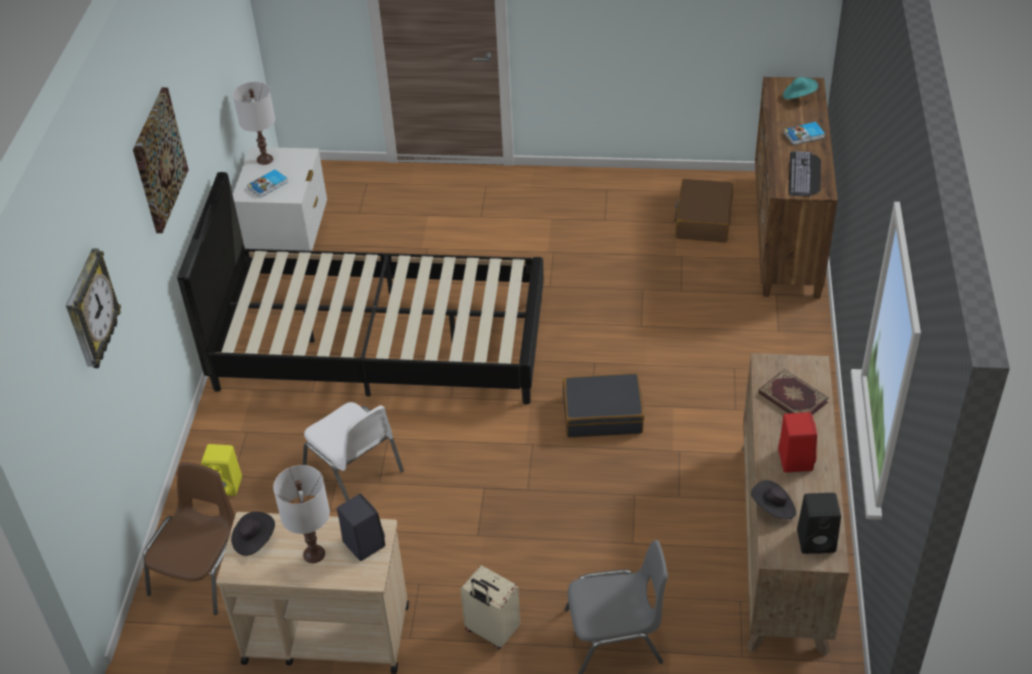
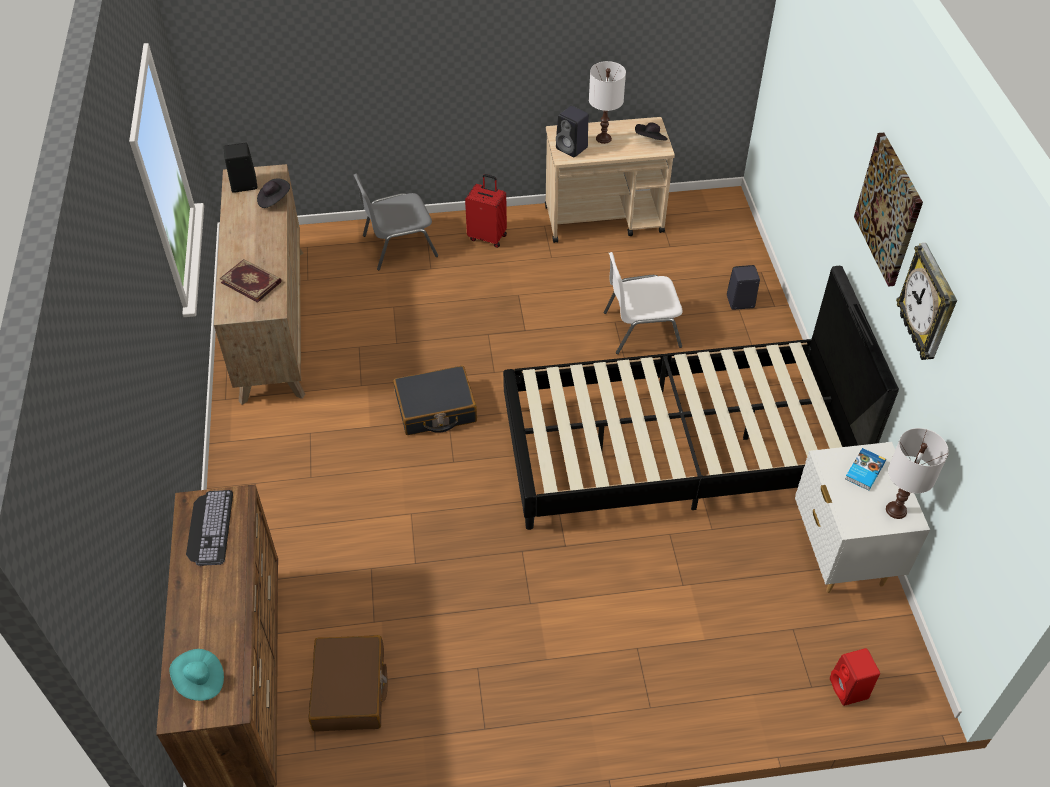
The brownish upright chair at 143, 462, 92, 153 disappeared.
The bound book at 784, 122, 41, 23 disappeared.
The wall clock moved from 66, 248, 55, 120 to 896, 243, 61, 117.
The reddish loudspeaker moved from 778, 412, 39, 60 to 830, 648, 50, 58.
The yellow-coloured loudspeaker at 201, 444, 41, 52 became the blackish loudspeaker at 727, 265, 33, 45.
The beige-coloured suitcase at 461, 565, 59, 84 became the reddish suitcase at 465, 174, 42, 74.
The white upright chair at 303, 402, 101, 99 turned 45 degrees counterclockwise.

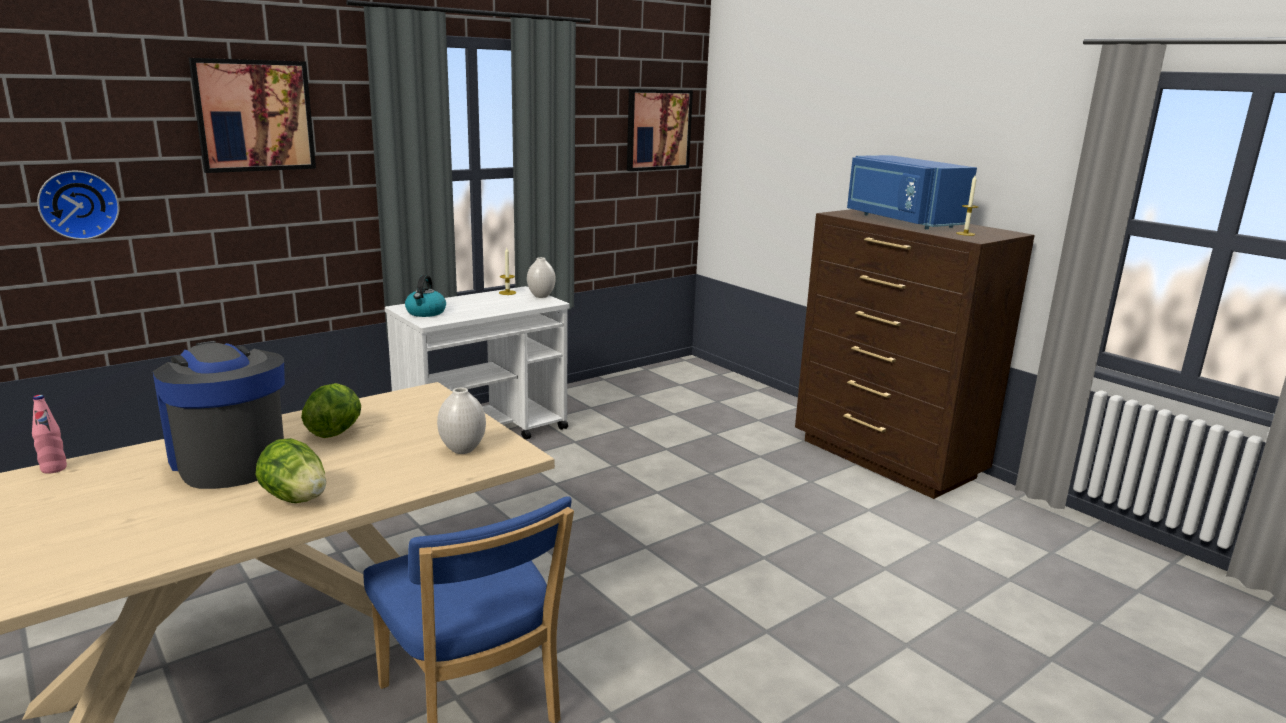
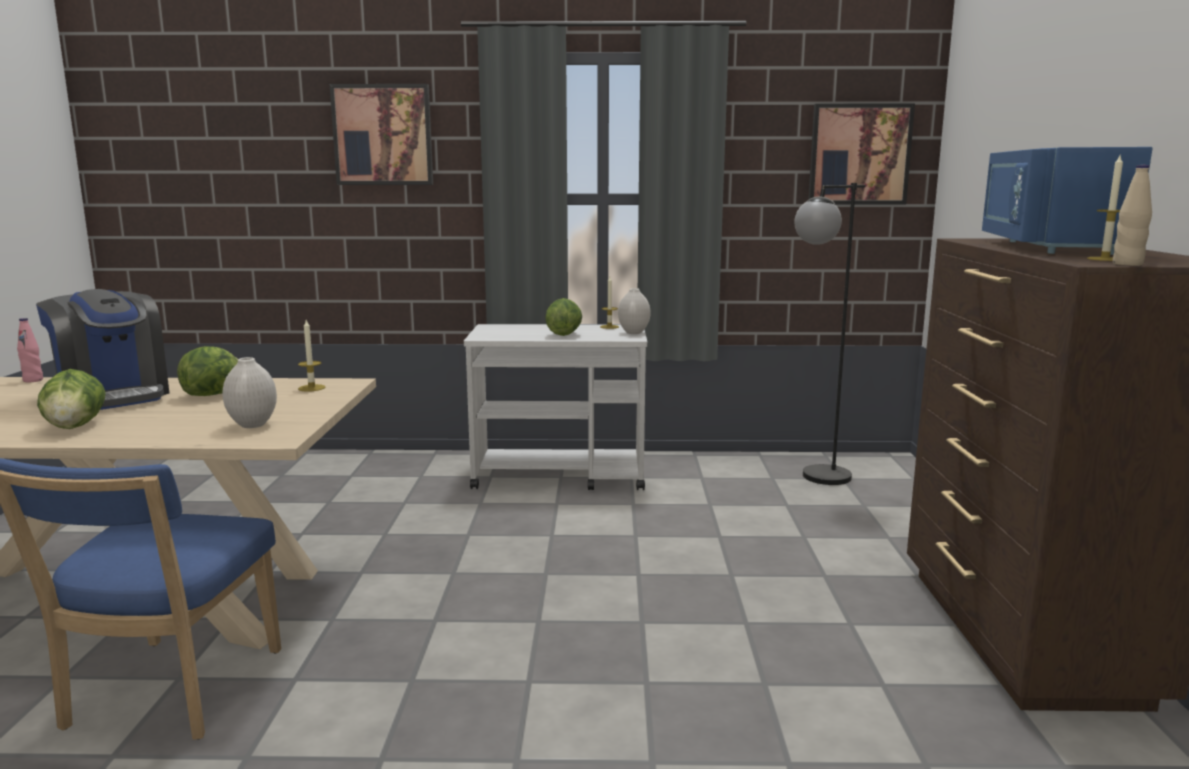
The wall clock at 37, 170, 82, 70 disappeared.
The kettle at 405, 275, 41, 42 disappeared.
The candle at 298, 320, 27, 72 appeared.
The head of lettuce at 545, 298, 37, 38 appeared.
The blackish standing lamp at 794, 183, 72, 302 appeared.
The beige-coloured beverage bottle at 1113, 165, 39, 101 appeared.
The coffee brewer at 153, 341, 132, 148 turned 135 degrees clockwise.

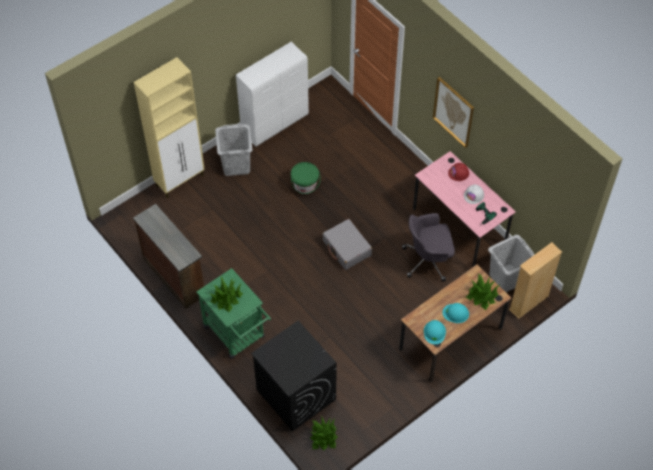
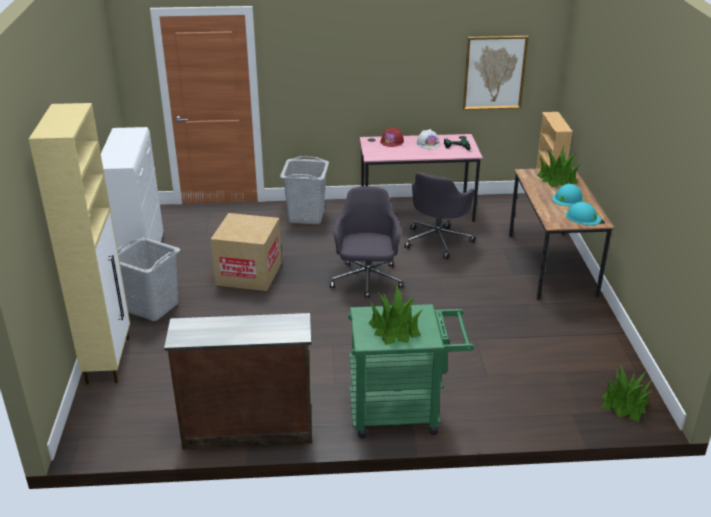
The blackish laundry appliance at 251, 321, 86, 111 disappeared.
The wall picture moved from 433, 77, 41, 71 to 463, 36, 66, 74.
The greyish washing basket moved from 488, 235, 46, 57 to 280, 156, 49, 68.
The green-coloured water bucket at 291, 162, 30, 32 was replaced by the cardboard box at 211, 213, 71, 78.
The greyish suitcase at 322, 219, 50, 51 was replaced by the greyish computer chair at 330, 186, 73, 112.

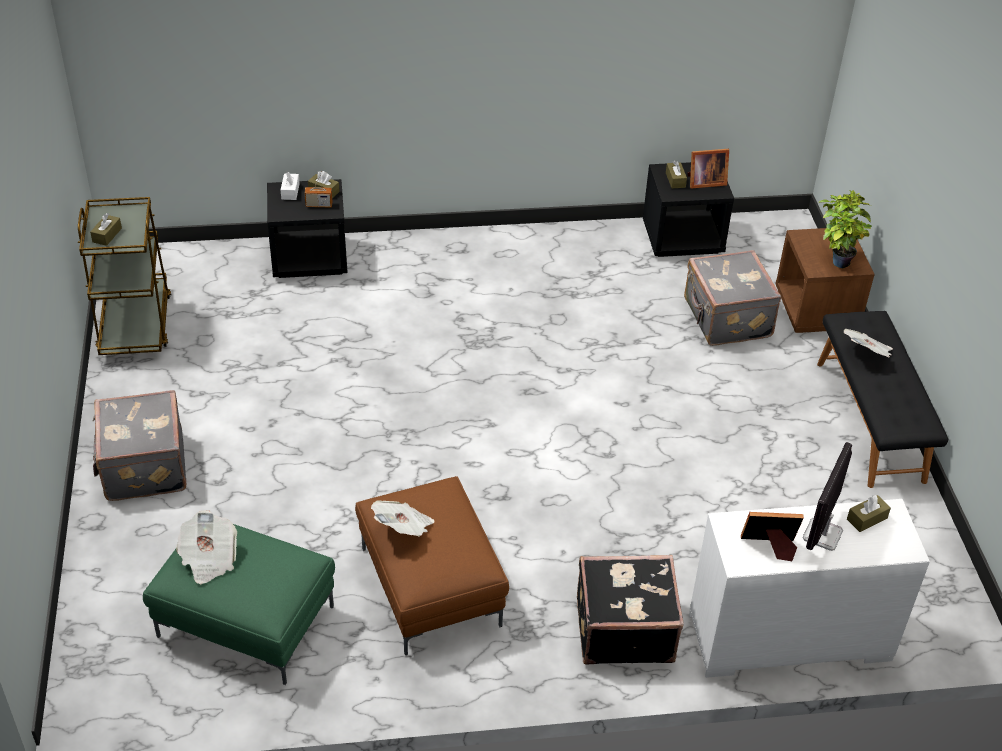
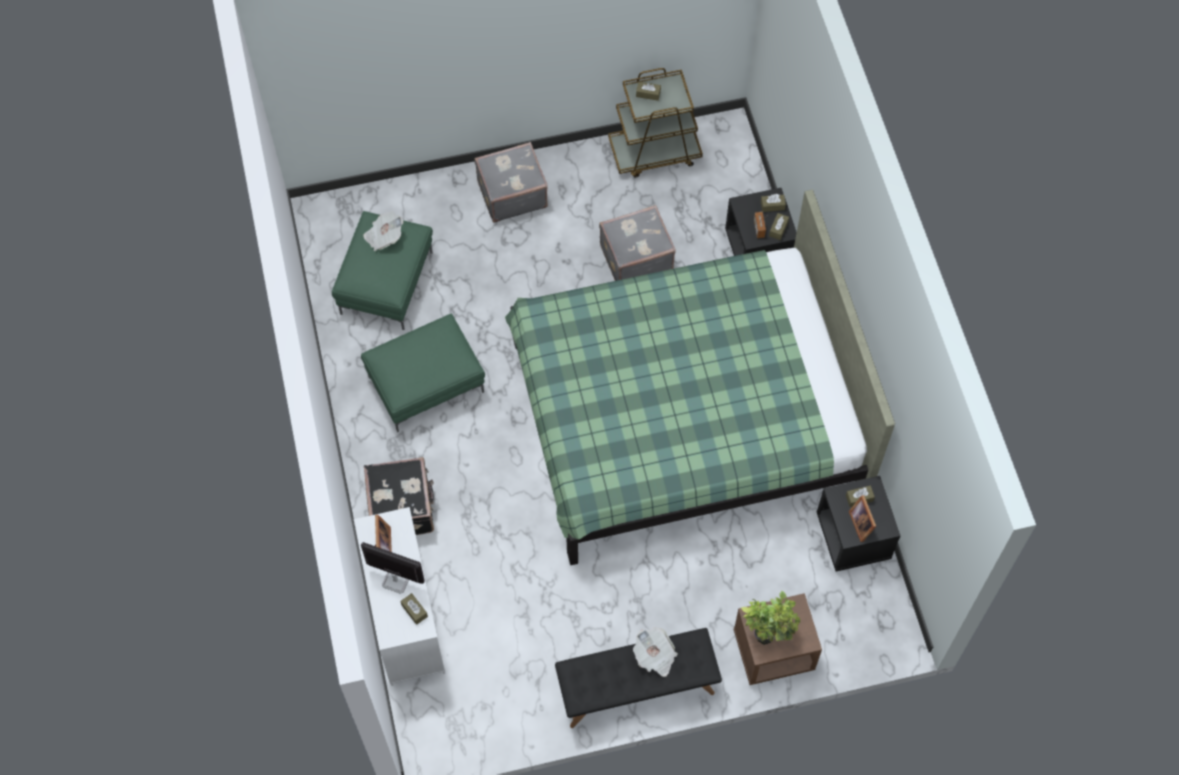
The newspaper at 371, 500, 64, 36 disappeared.
The green-coloured bed at 505, 190, 390, 375 appeared.
The greyish suitcase moved from 684, 250, 97, 96 to 599, 205, 77, 76.
The white tissue box at 281, 171, 19, 29 became the brownish tissue box at 761, 194, 25, 18.
The brownish footrest at 355, 476, 154, 179 became the green-coloured footrest at 361, 314, 124, 118.

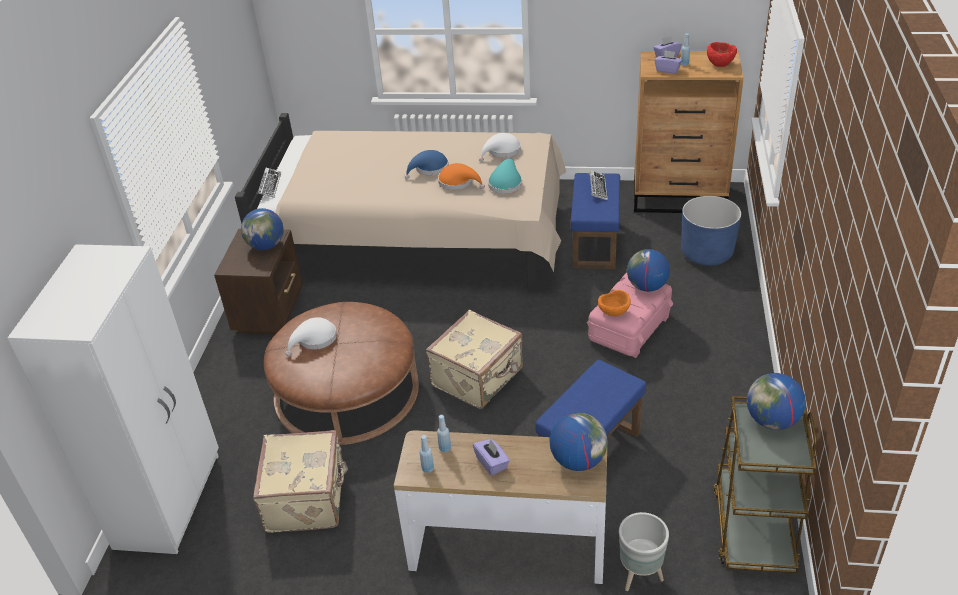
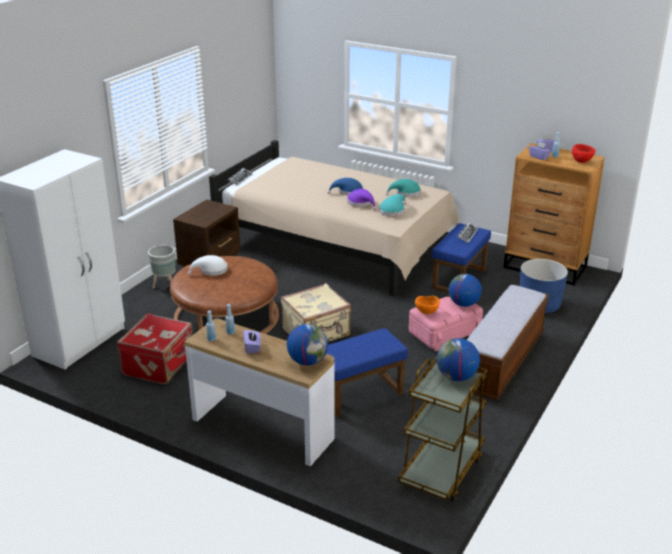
The desk globe at 241, 208, 43, 42 disappeared.
The bench at 467, 285, 82, 115 appeared.
The greyish planter moved from 619, 512, 50, 79 to 148, 245, 27, 43.
The beige-coloured suitcase at 253, 430, 95, 103 became the reddish suitcase at 117, 313, 75, 71.
The orange-coloured wearable hat at 438, 163, 47, 27 became the purple wearable hat at 347, 189, 30, 21.
The white wearable hat at 479, 133, 42, 29 became the blue-green wearable hat at 385, 179, 36, 18.

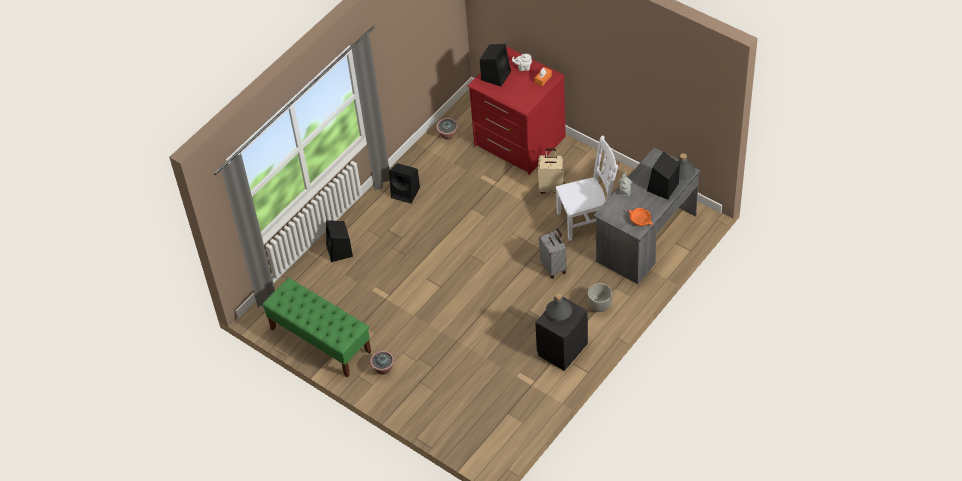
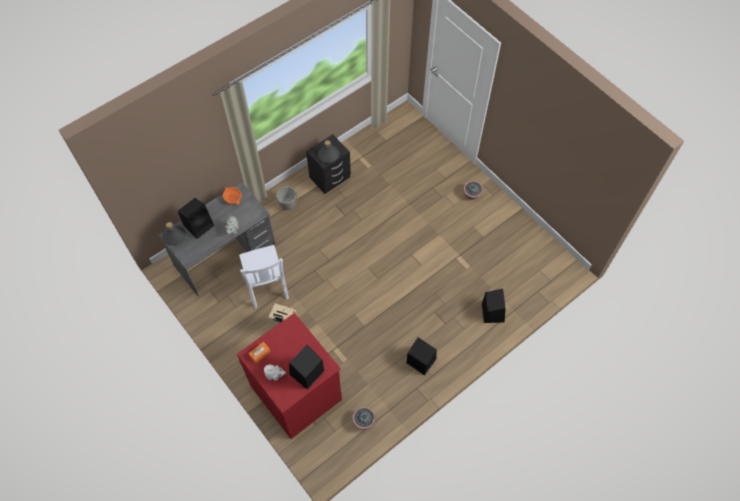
The green-coloured bench at 262, 278, 109, 99 disappeared.
The greyish suitcase at 539, 228, 28, 51 disappeared.
The white upright chair at 556, 135, 62, 106 turned 105 degrees counterclockwise.

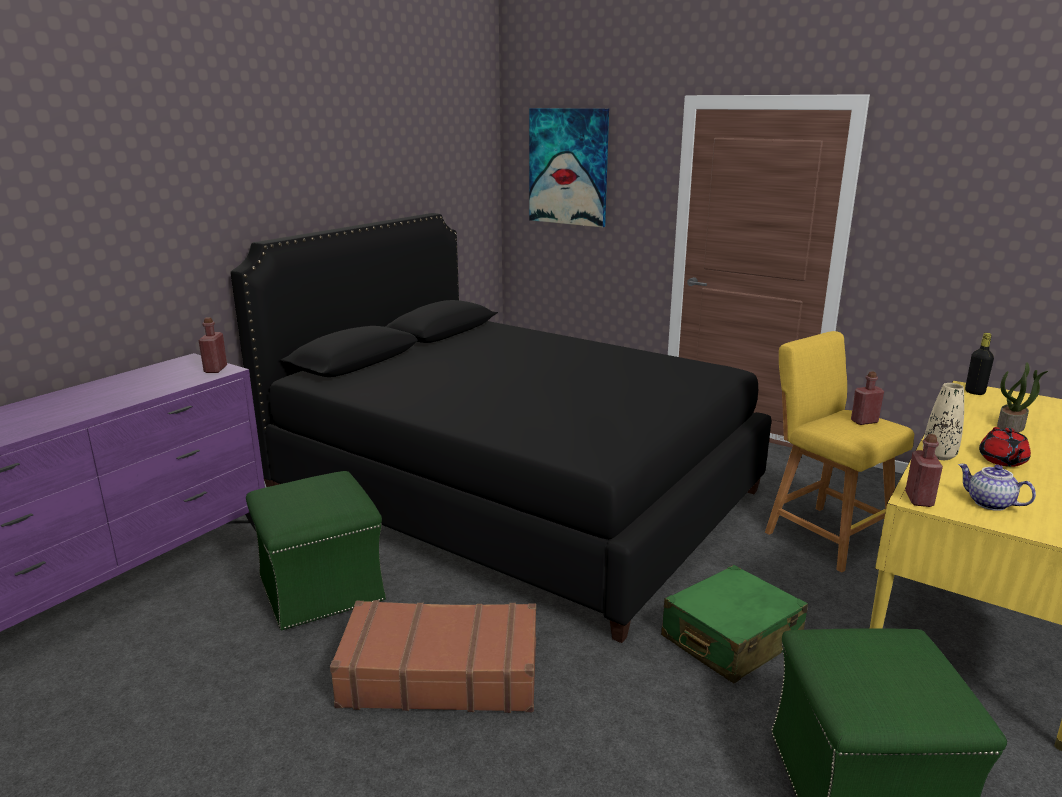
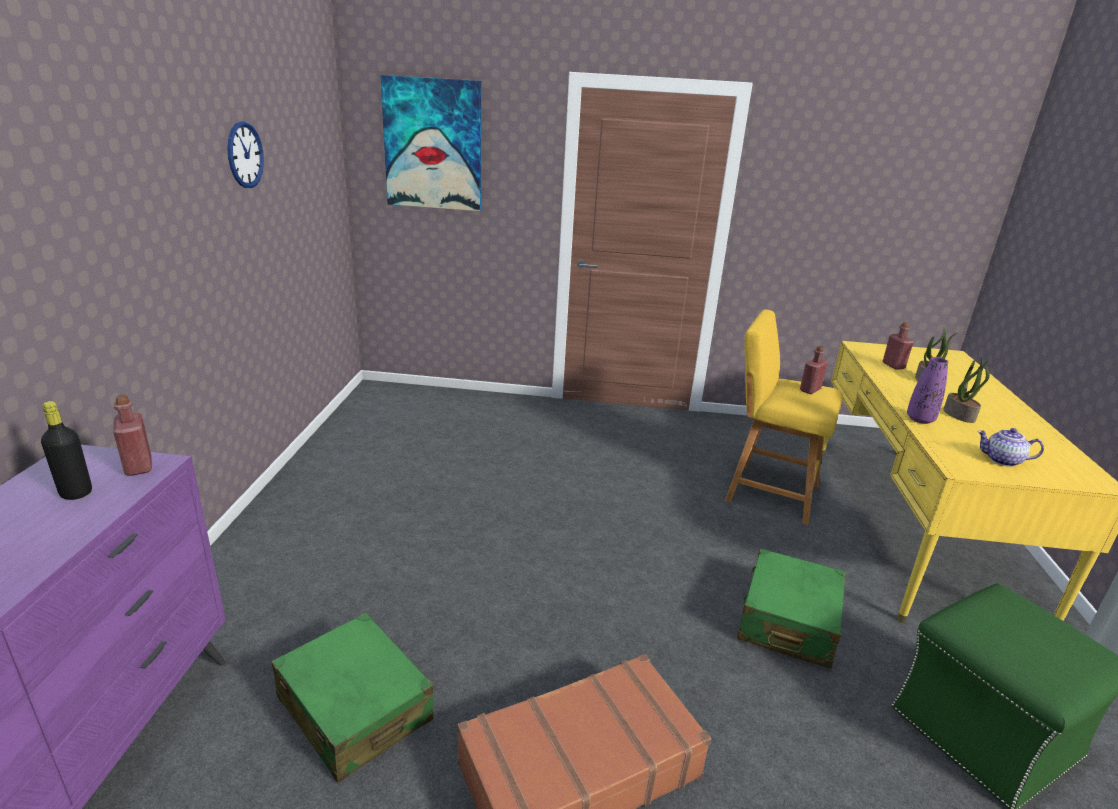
The blackish bed at 231, 213, 540, 430 disappeared.
The wall clock at 227, 121, 37, 67 appeared.
The reddish beverage bottle moved from 905, 434, 38, 73 to 882, 322, 32, 48.
The blackish beverage bottle moved from 965, 333, 29, 62 to 41, 401, 51, 99.
The green-coloured footrest at 246, 471, 140, 159 was replaced by the green-coloured suitcase at 271, 612, 163, 171.
The reddish tea pot at 979, 427, 52, 40 was replaced by the potted plant at 944, 357, 46, 66.
The beige-coloured decorative vase at 923, 383, 41, 77 became the purple decorative vase at 907, 357, 41, 67.

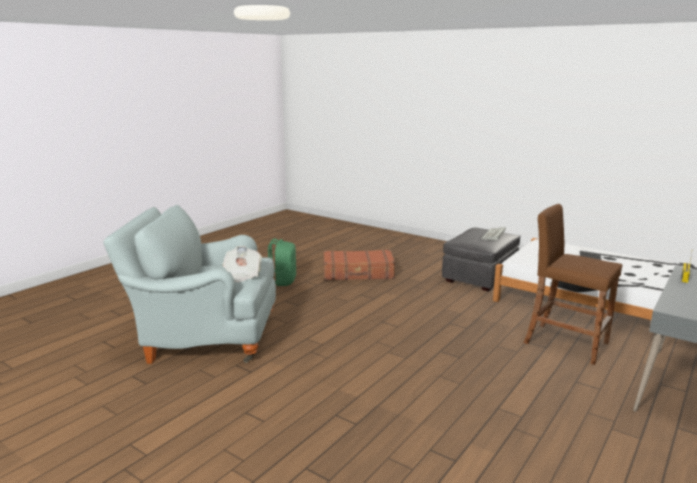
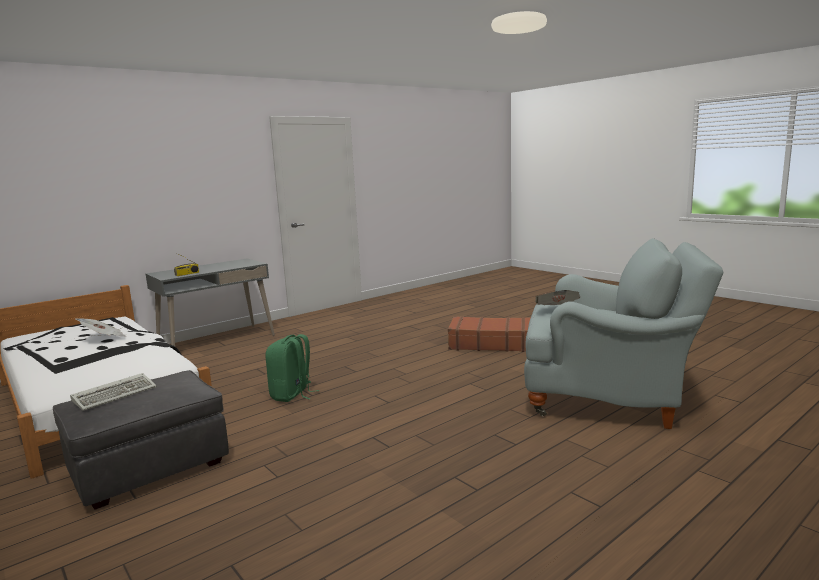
The brownish sitting stool at 524, 204, 98, 161 disappeared.
The newspaper at 75, 318, 51, 19 appeared.
The green-coloured knapsack moved from 268, 238, 28, 48 to 265, 334, 55, 68.
The brownish suitcase moved from 323, 249, 72, 31 to 448, 316, 83, 36.

